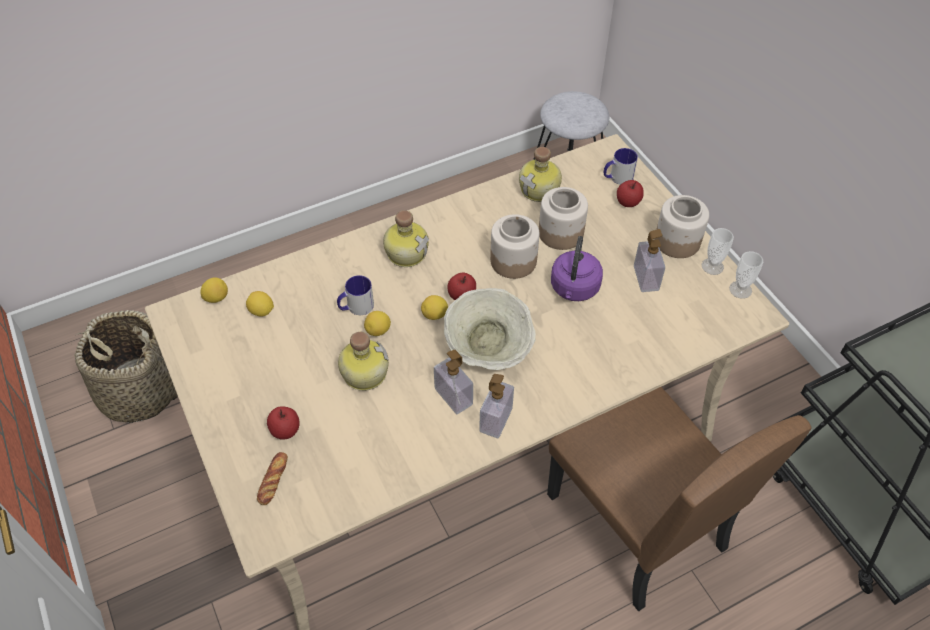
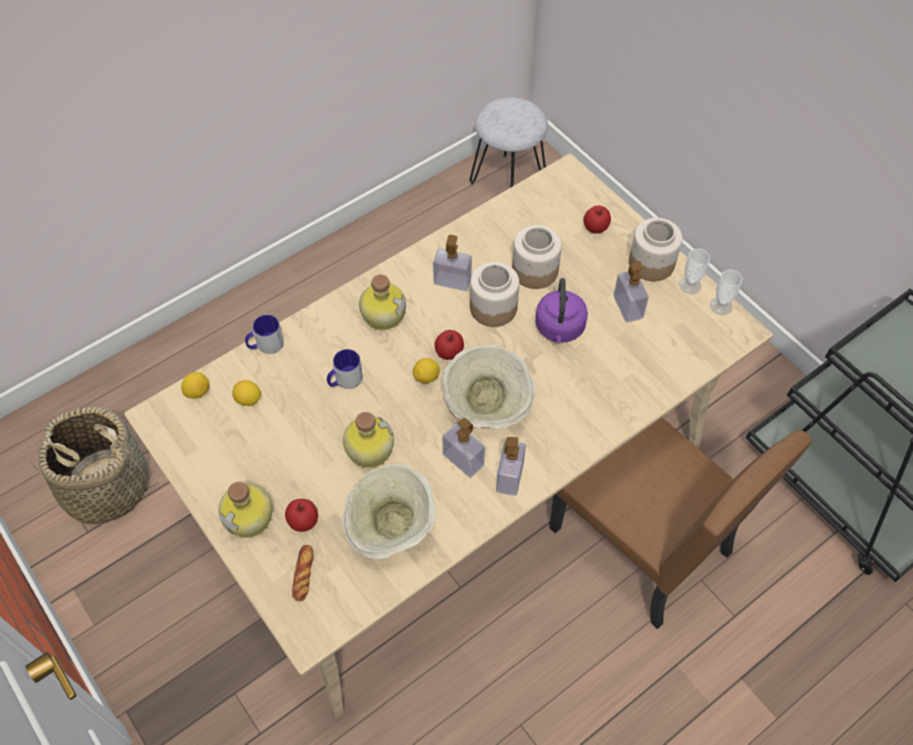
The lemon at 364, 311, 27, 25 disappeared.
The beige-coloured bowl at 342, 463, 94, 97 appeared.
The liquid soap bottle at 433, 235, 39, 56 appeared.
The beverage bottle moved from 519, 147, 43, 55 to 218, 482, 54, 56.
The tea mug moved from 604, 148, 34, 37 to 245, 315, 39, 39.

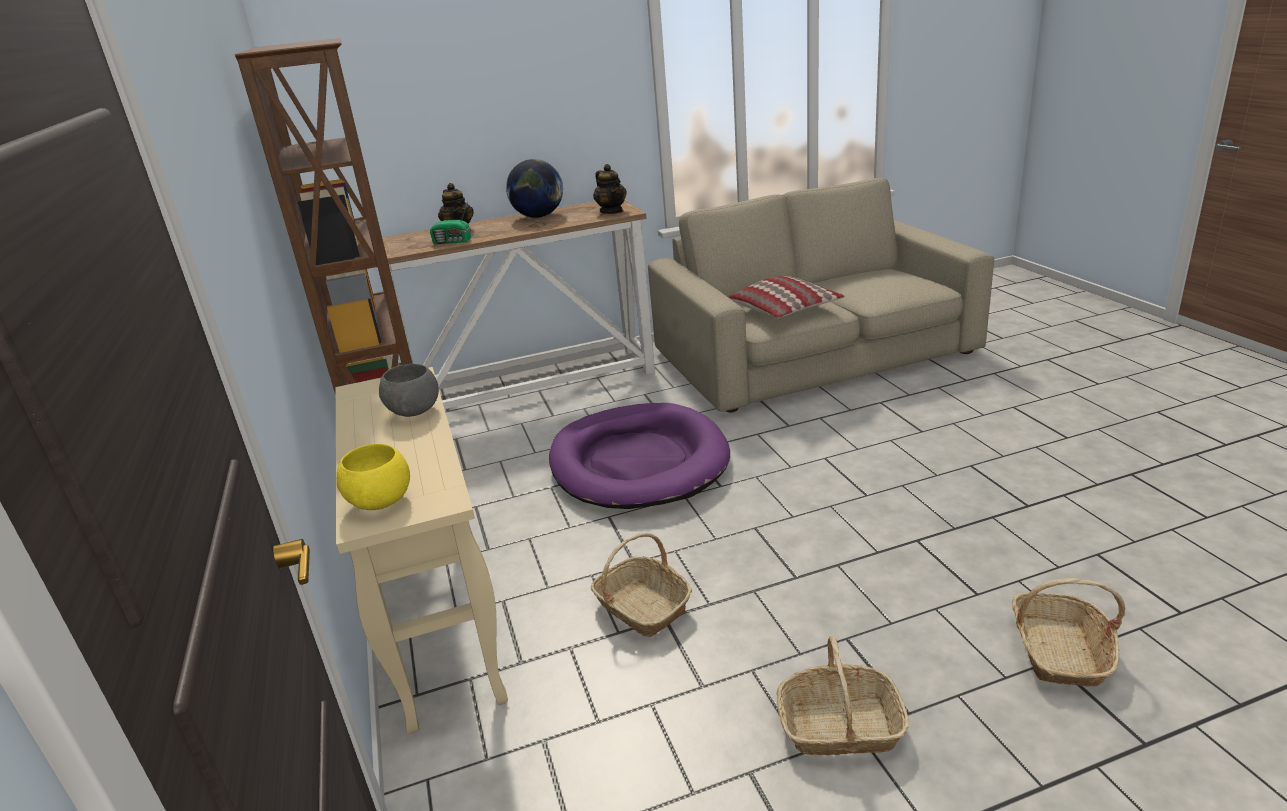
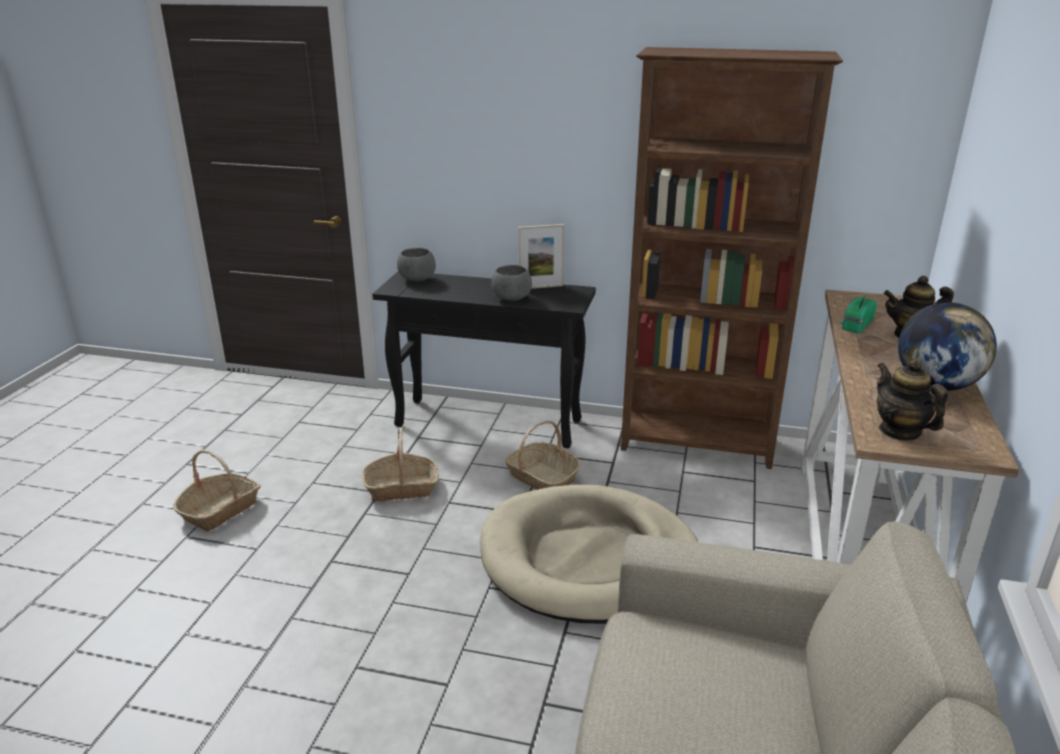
The cushion at 728, 276, 117, 43 disappeared.
The standing frame at 518, 224, 46, 65 appeared.
The storage basket moved from 1012, 578, 113, 109 to 505, 420, 76, 70.
The beige-coloured narrow table at 336, 367, 172, 367 became the blackish narrow table at 372, 271, 224, 177.
The yellow-coloured bowl at 336, 444, 74, 66 became the greyish bowl at 397, 248, 39, 34.
The purple dog cushion at 549, 403, 181, 106 became the beige-coloured dog cushion at 480, 485, 218, 139.
The tea pot at 593, 164, 34, 50 turned 60 degrees clockwise.

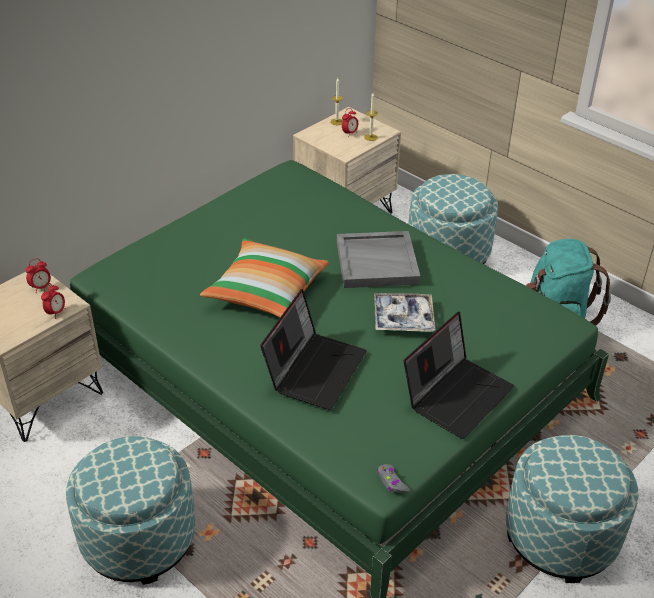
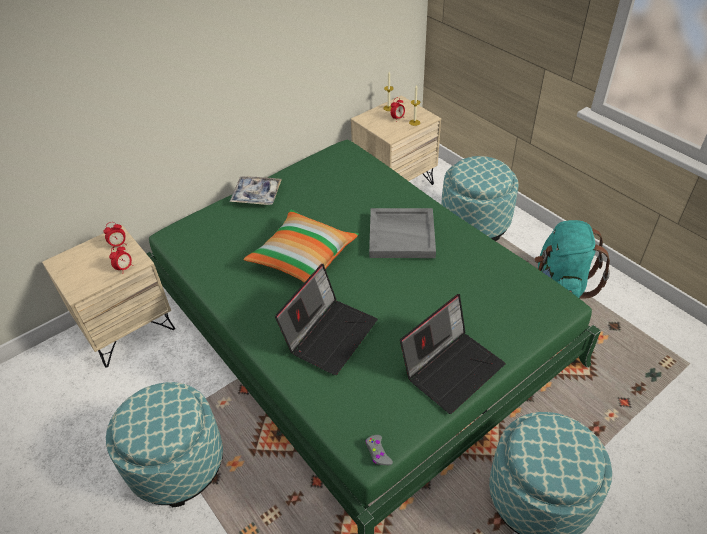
The carrying tray moved from 374, 293, 61, 39 to 230, 176, 52, 29.

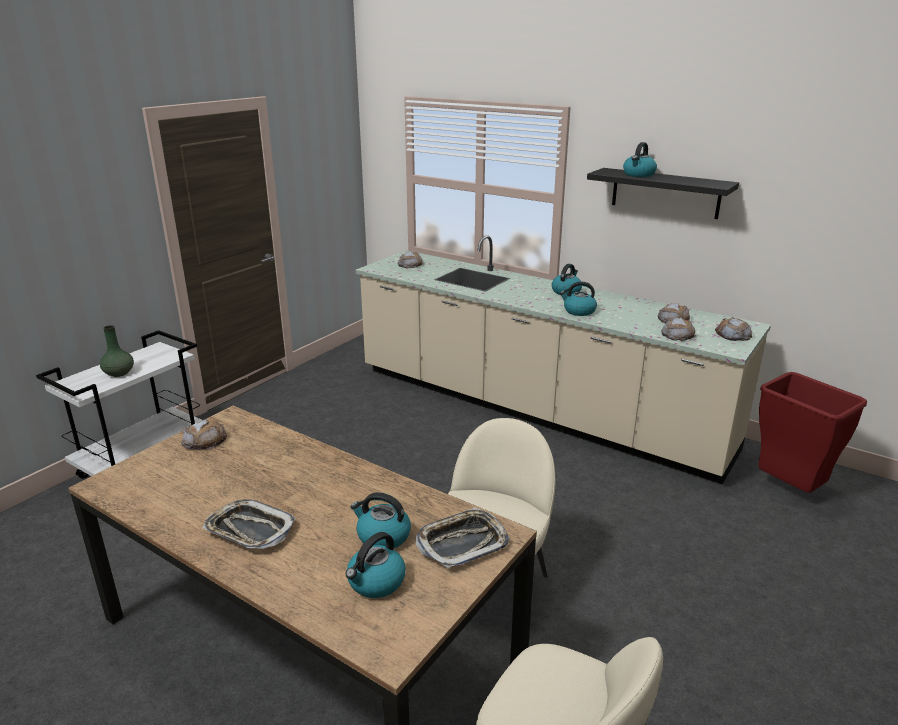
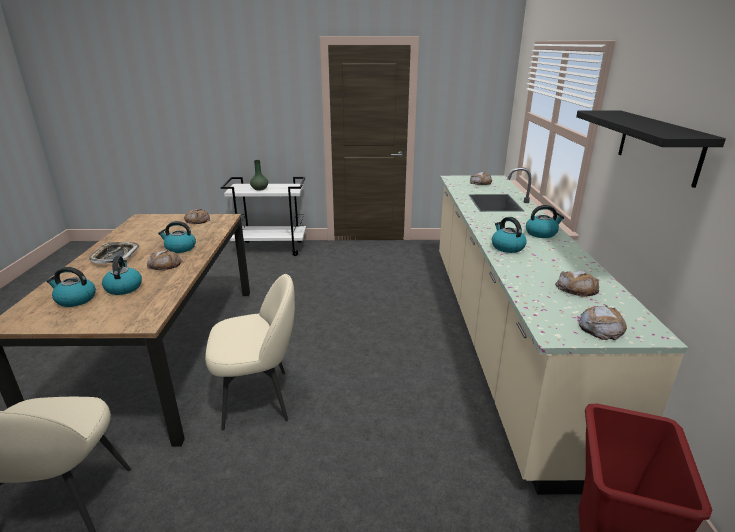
The carrying tray at 416, 507, 94, 61 disappeared.
The kettle moved from 623, 142, 34, 35 to 158, 221, 38, 32.
The bakery bread moved from 661, 318, 35, 23 to 147, 250, 36, 21.

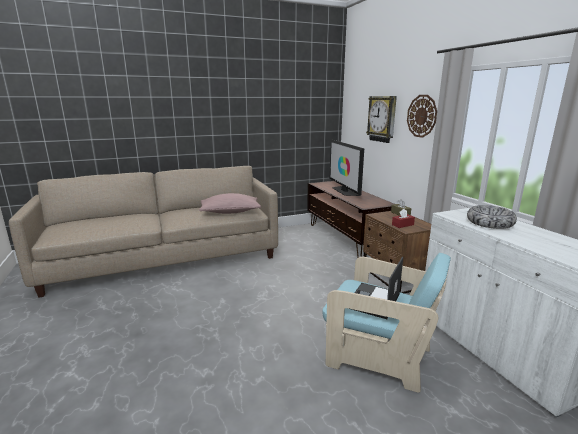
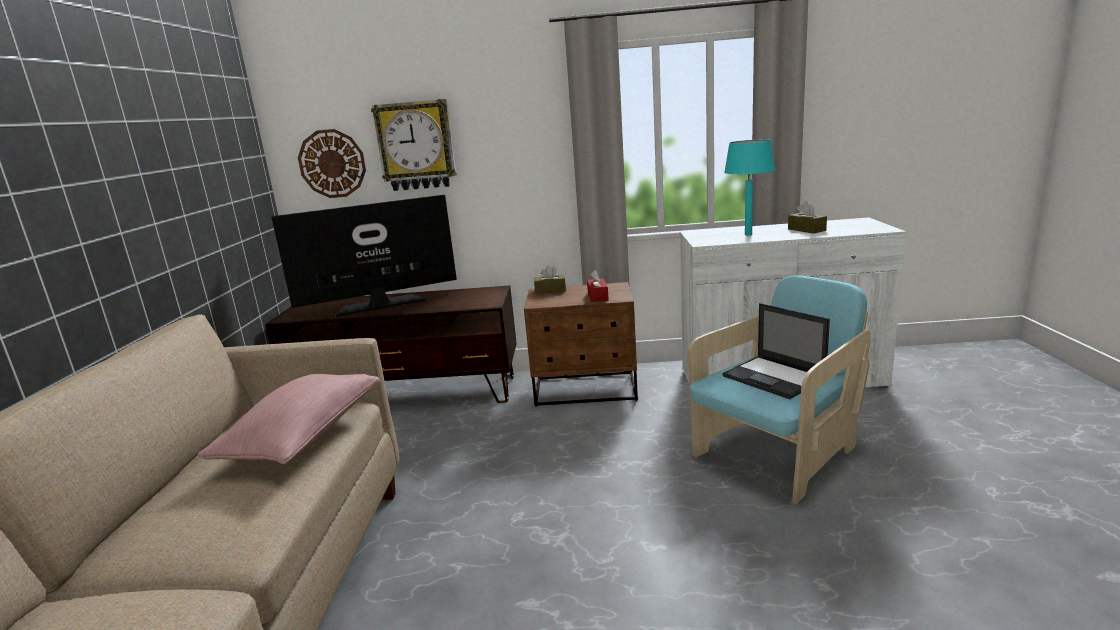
The brownish tissue box at 788, 202, 39, 32 appeared.
The wall clock moved from 407, 95, 30, 43 to 298, 129, 68, 69.
The bowl at 467, 205, 50, 24 was replaced by the blue-green table lamp at 724, 140, 51, 96.
The TV set at 329, 139, 35, 57 turned 150 degrees clockwise.

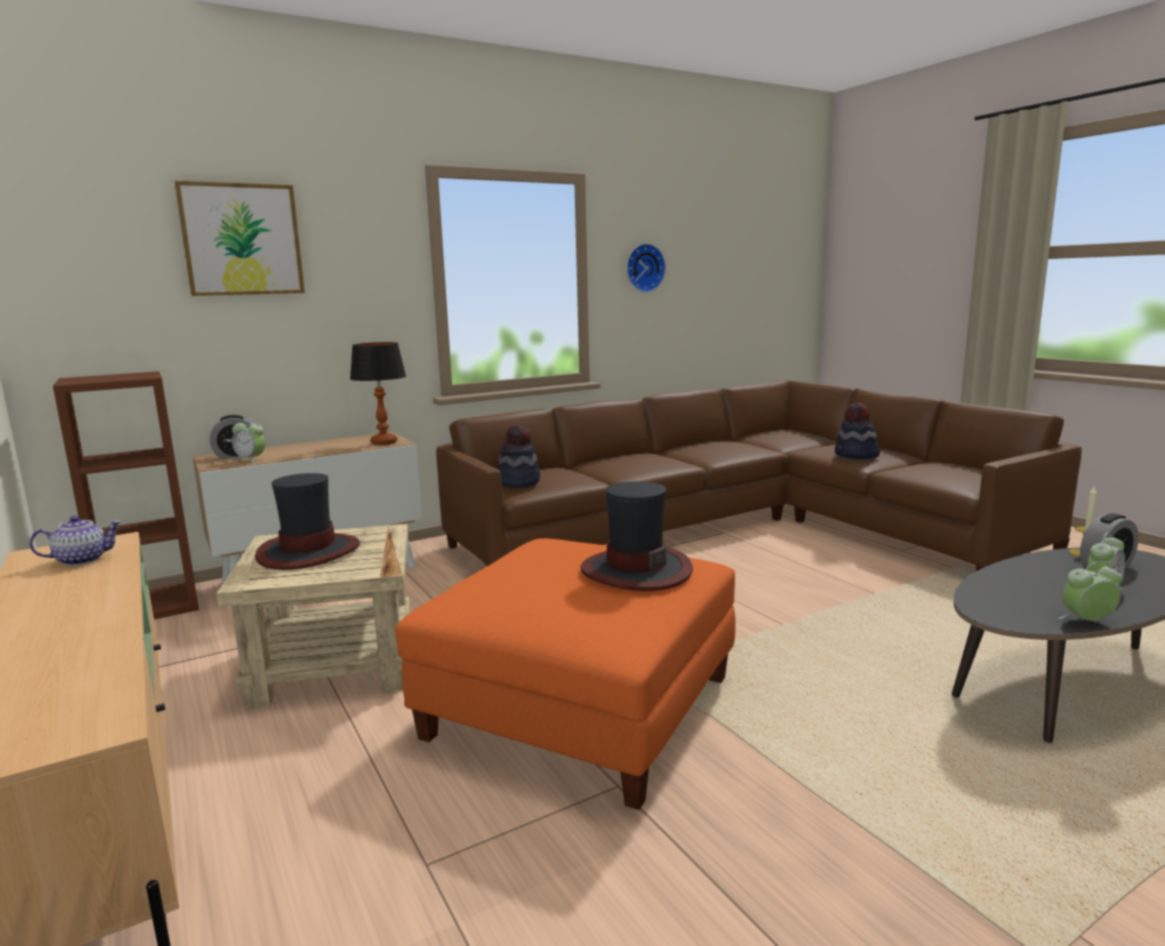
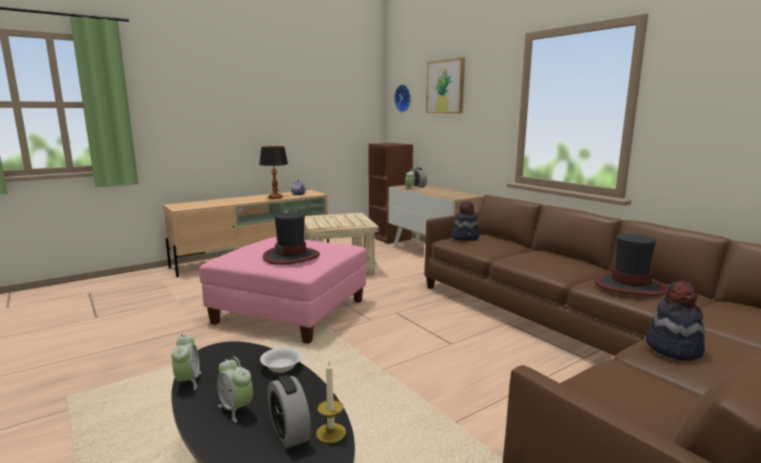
The white bowl at 260, 347, 42, 26 appeared.
The wearable hat moved from 255, 473, 105, 97 to 594, 234, 73, 62.
The table lamp moved from 350, 342, 56, 103 to 259, 146, 29, 53.
The wall clock moved from 627, 243, 39, 49 to 394, 85, 17, 27.
The orange-coloured footrest at 395, 538, 341, 272 became the pink-coloured footrest at 199, 237, 168, 107.

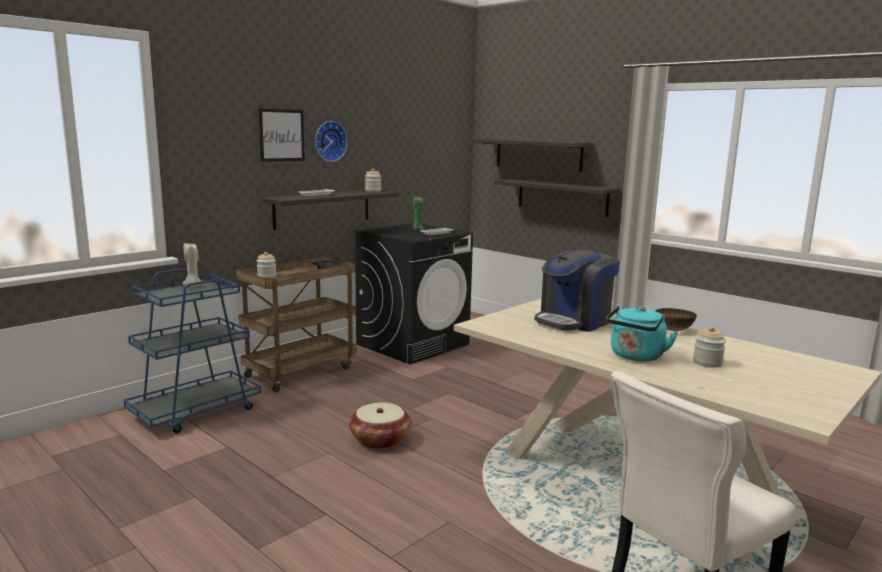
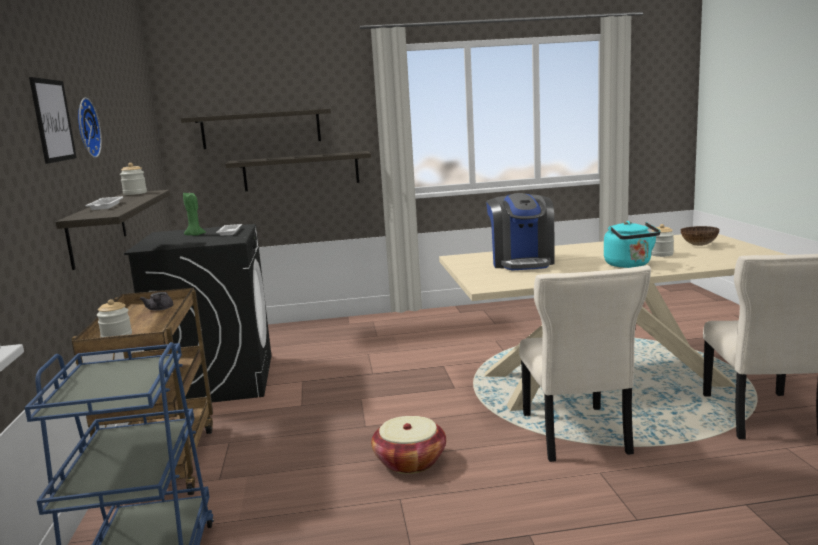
The beige-coloured candle at 182, 242, 22, 45 disappeared.
The beige-coloured upright chair at 519, 265, 132, 197 appeared.
The bowl moved from 655, 308, 42, 23 to 680, 226, 39, 20.

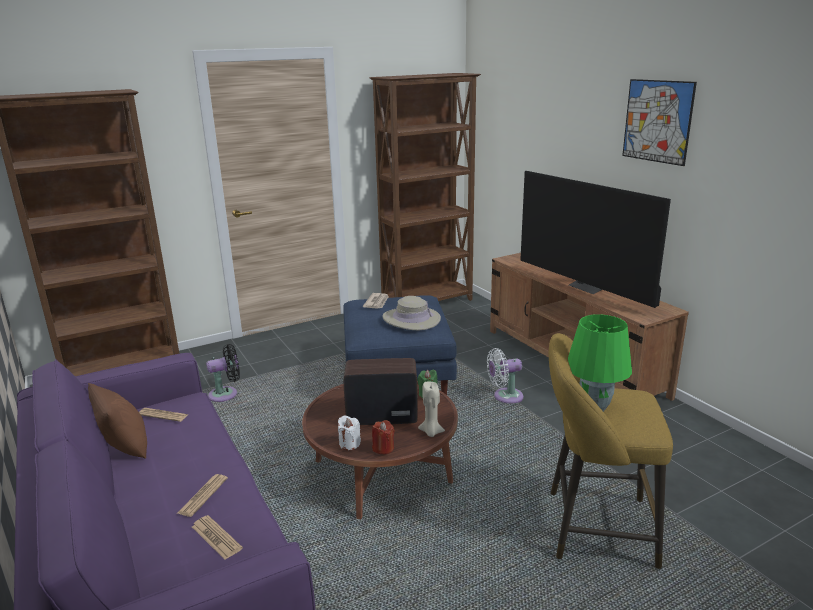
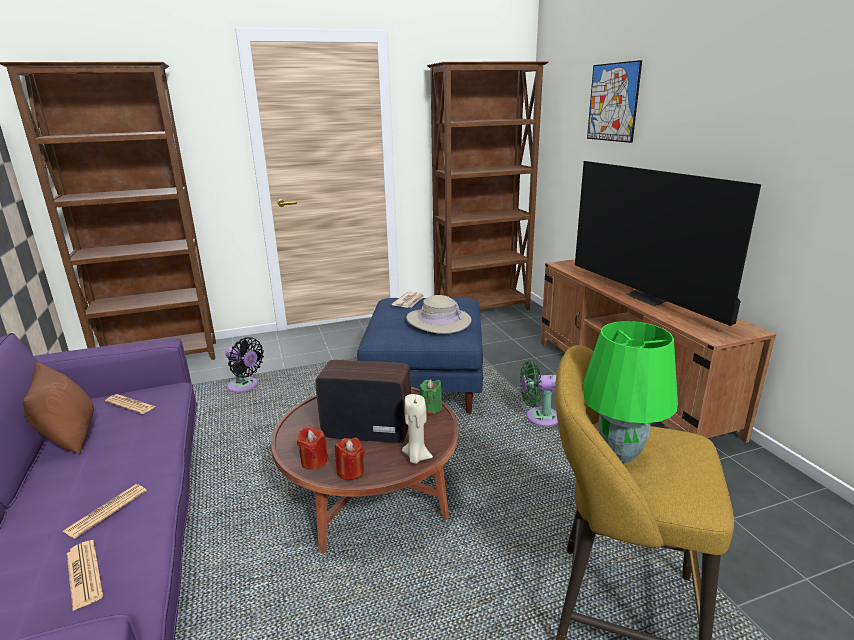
The wall picture moved from 622, 79, 75, 87 to 587, 60, 55, 83.
The white candle at 338, 415, 23, 35 became the reddish candle at 297, 426, 31, 44.
The white fan at 487, 348, 36, 55 became the green-coloured fan at 520, 361, 38, 65.
The blackish fan at 206, 344, 34, 58 turned 45 degrees clockwise.

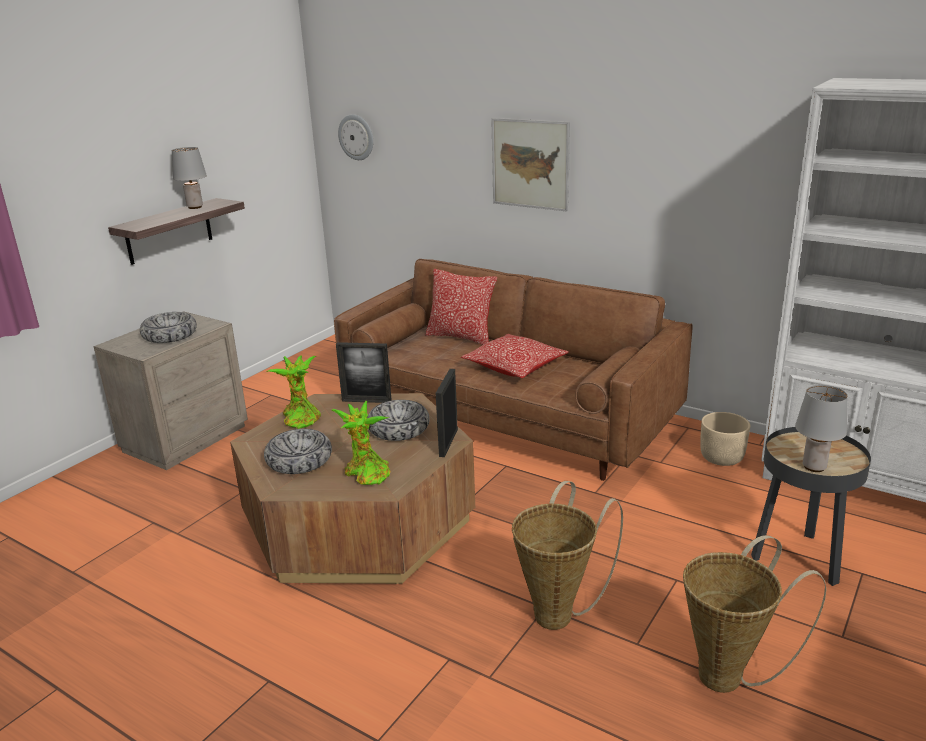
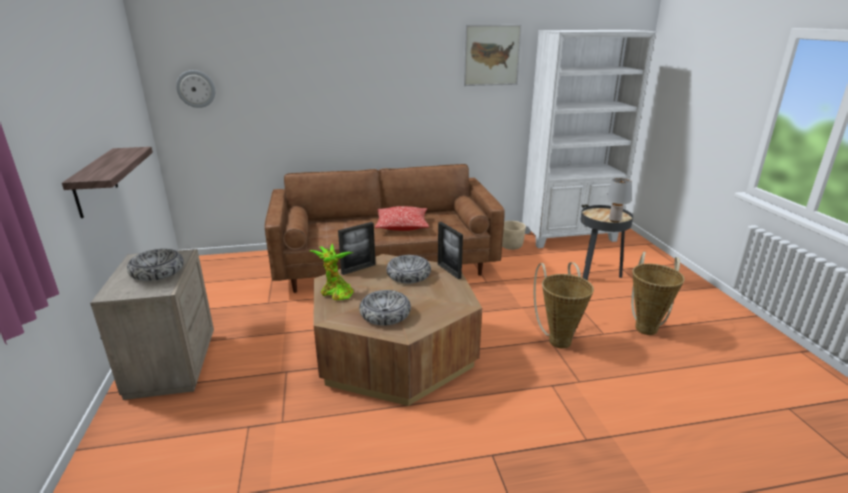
The greyish table lamp at 172, 147, 35, 62 disappeared.
The potted plant at 332, 401, 58, 84 disappeared.
The cushion at 425, 269, 72, 76 disappeared.
The wall picture moved from 491, 118, 79, 94 to 464, 25, 58, 61.

